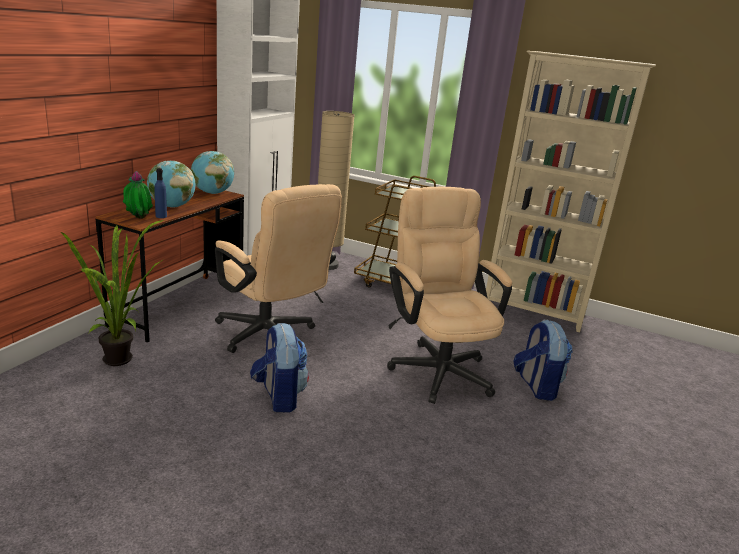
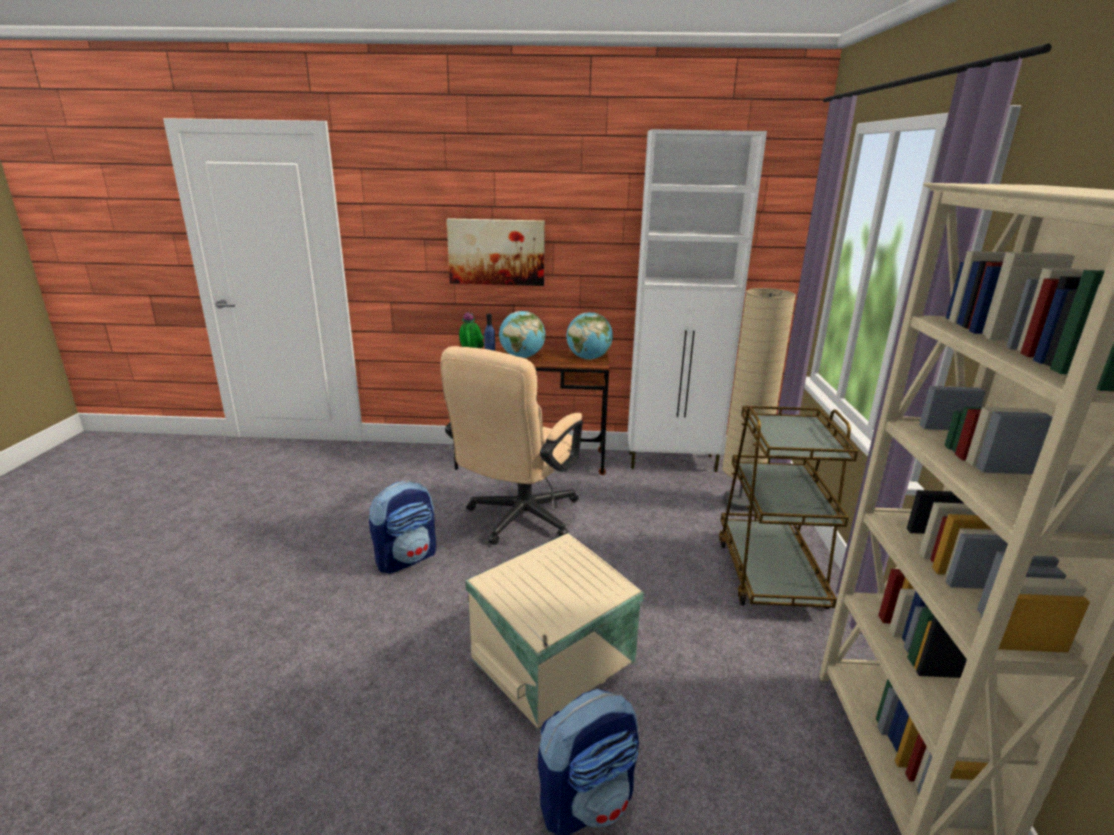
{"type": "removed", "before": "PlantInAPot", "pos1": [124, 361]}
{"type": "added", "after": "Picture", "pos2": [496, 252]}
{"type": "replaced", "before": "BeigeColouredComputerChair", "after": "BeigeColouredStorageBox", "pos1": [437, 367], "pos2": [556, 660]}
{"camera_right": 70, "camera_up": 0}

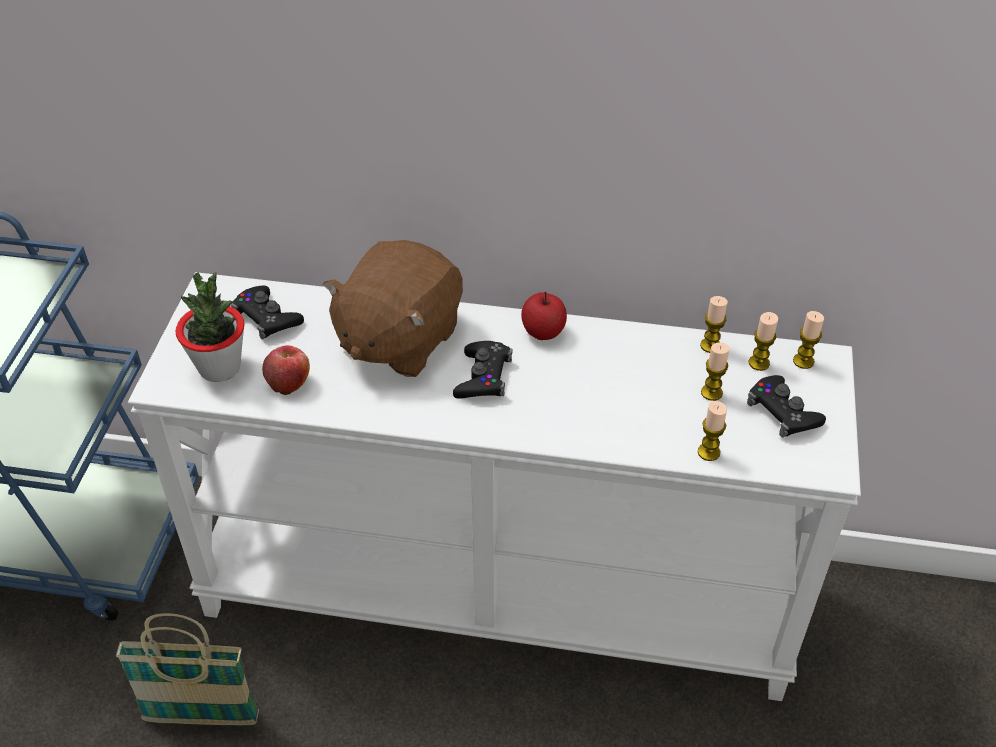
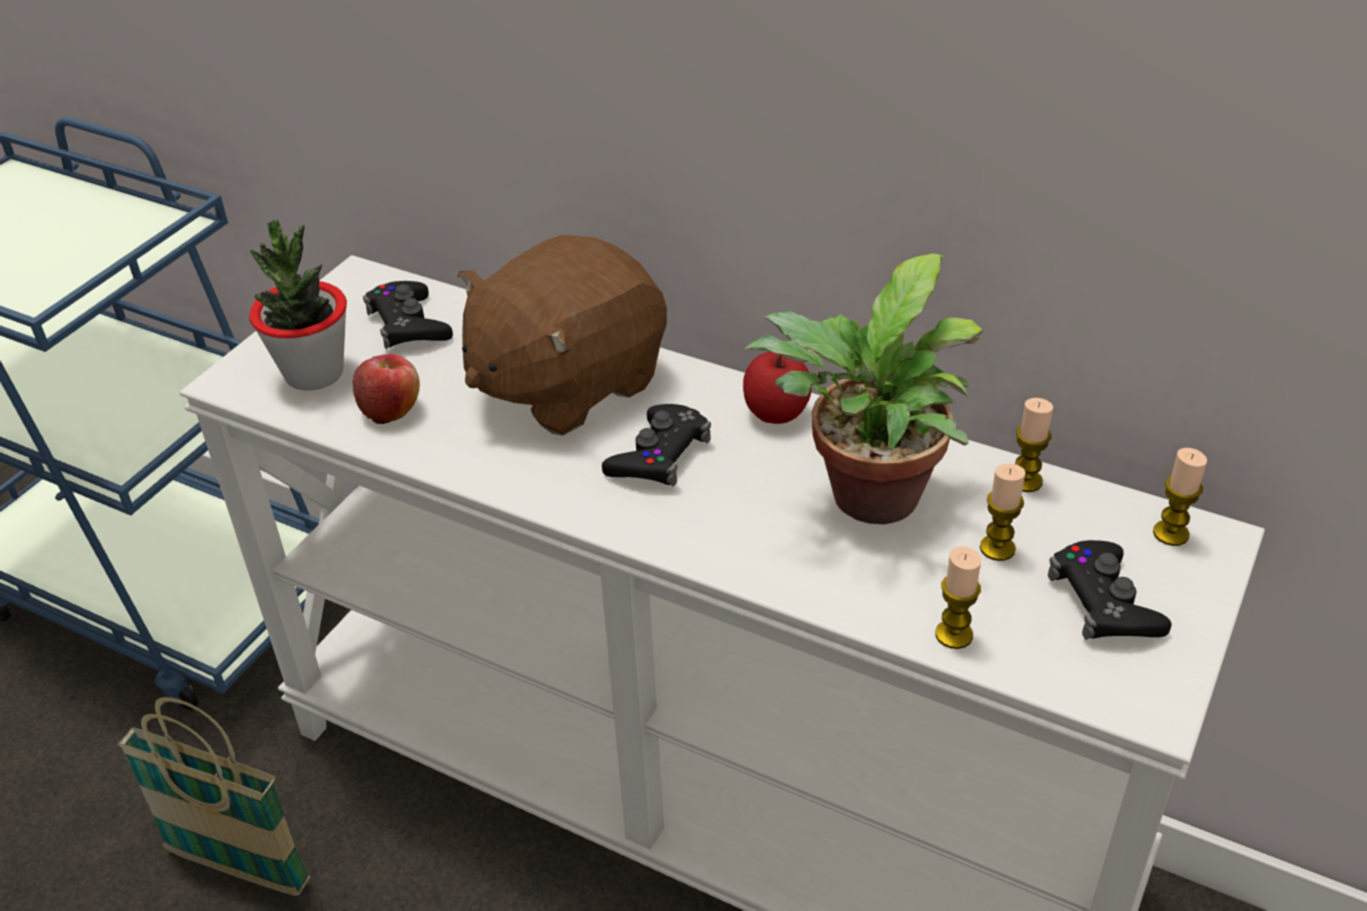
{"type": "removed", "before": "Candle", "pos1": [759, 363]}
{"type": "added", "after": "PlantInAPot", "pos2": [867, 502]}
{"camera_right": 20, "camera_up": -5}

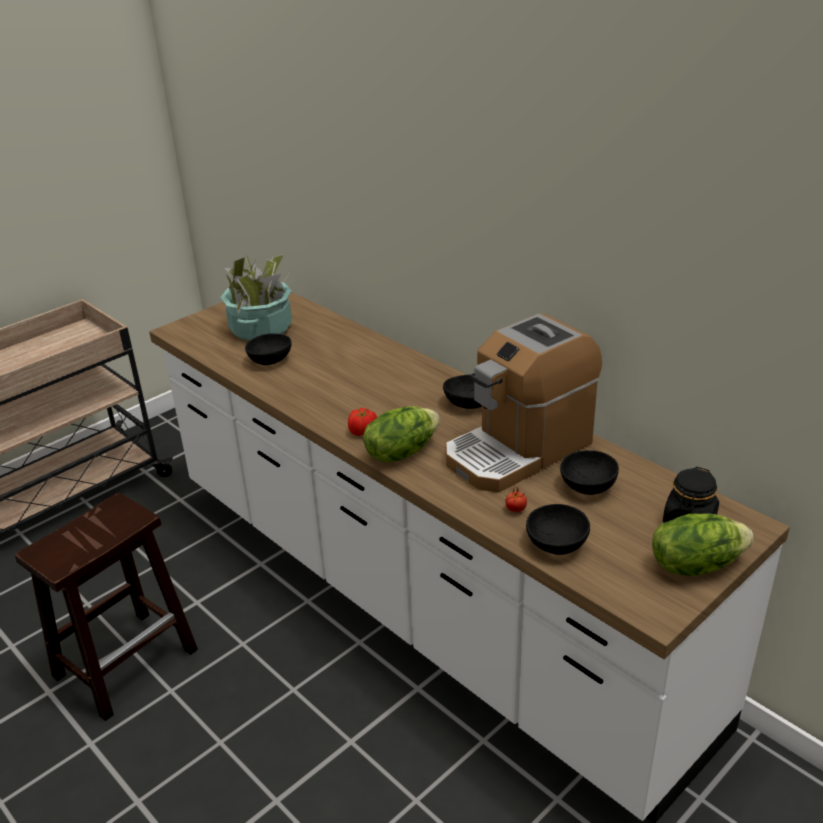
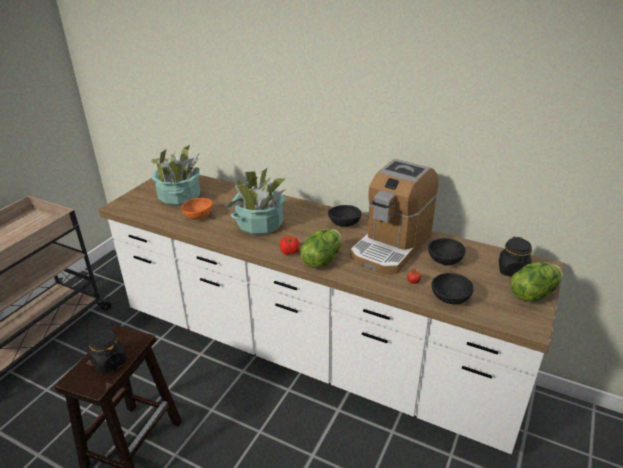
{"type": "added", "after": "BlackStorageJar", "pos2": [109, 362]}
{"type": "added", "after": "PlantInAPot", "pos2": [260, 224]}
{"type": "recoloured", "before": "BlackServingBowl", "after": "OrangeServingBowl", "pos1": [269, 360], "pos2": [197, 216]}
{"camera_right": -20, "camera_up": 0}

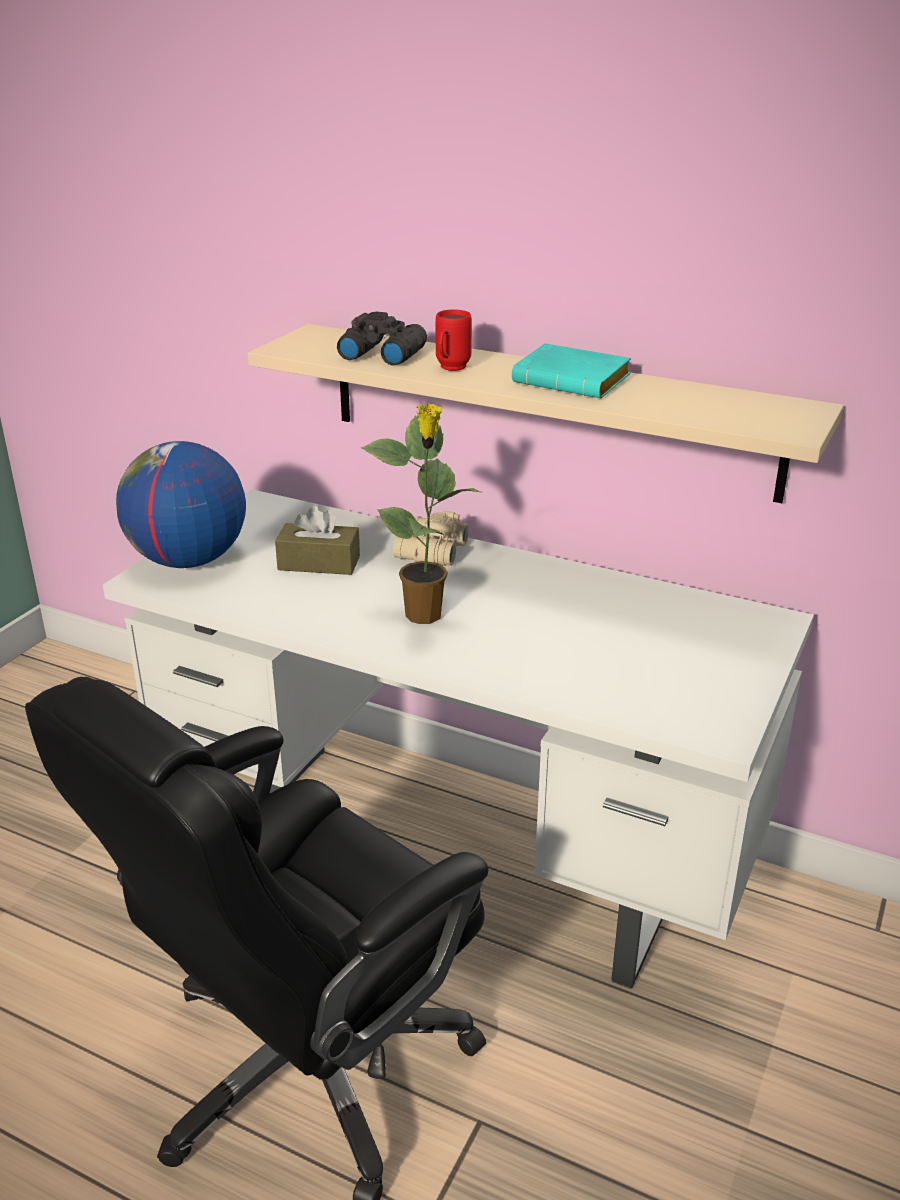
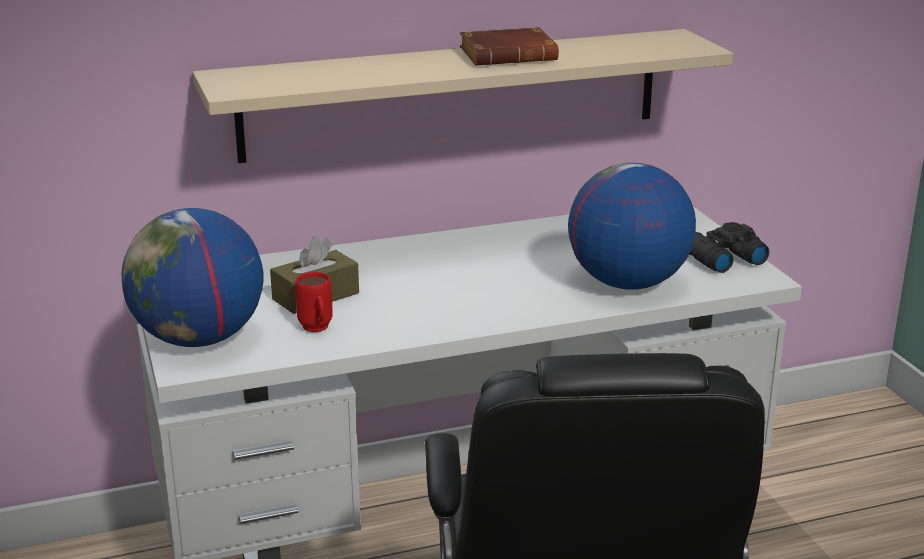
{"type": "removed", "before": "PlantInAPot", "pos1": [425, 616]}
{"type": "removed", "before": "BeigeColouredBinoculars", "pos1": [429, 552]}
{"type": "added", "after": "Globe", "pos2": [627, 283]}
{"type": "moved", "before": "BlackBinoculars", "pos1": [382, 354], "pos2": [721, 258]}
{"type": "moved", "before": "RedCoffeeMug", "pos1": [450, 369], "pos2": [317, 330]}
{"type": "recoloured", "before": "TurquoiseVolume", "after": "BrownColouredVolume", "pos1": [575, 381], "pos2": [510, 56]}
{"camera_right": -45, "camera_up": -5}

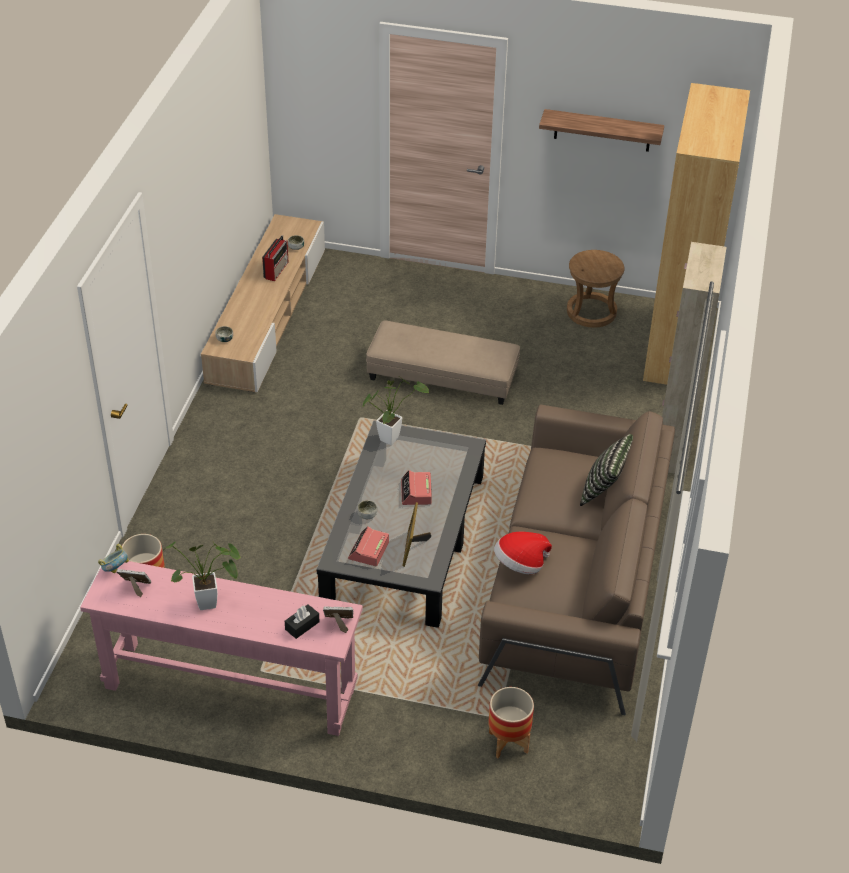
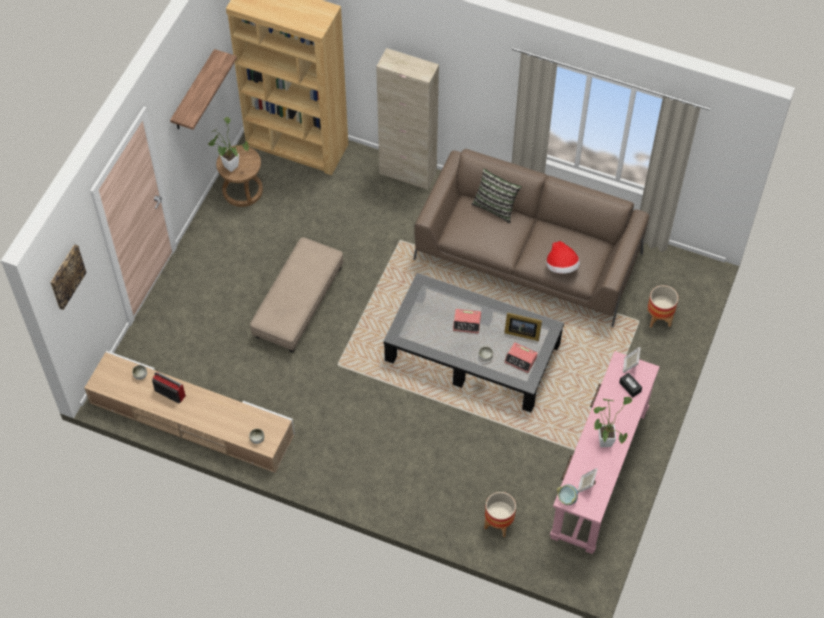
{"type": "added", "after": "Picture", "pos2": [66, 276]}
{"type": "moved", "before": "PlantInAPot", "pos1": [392, 437], "pos2": [229, 165]}
{"camera_right": -80, "camera_up": 15}

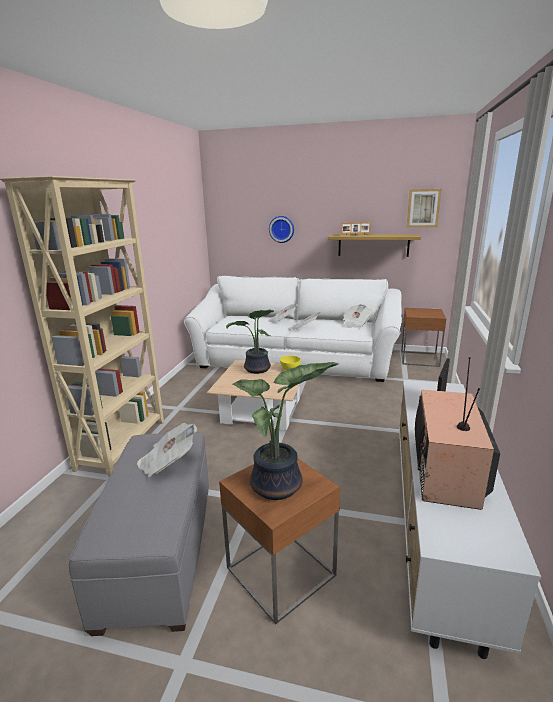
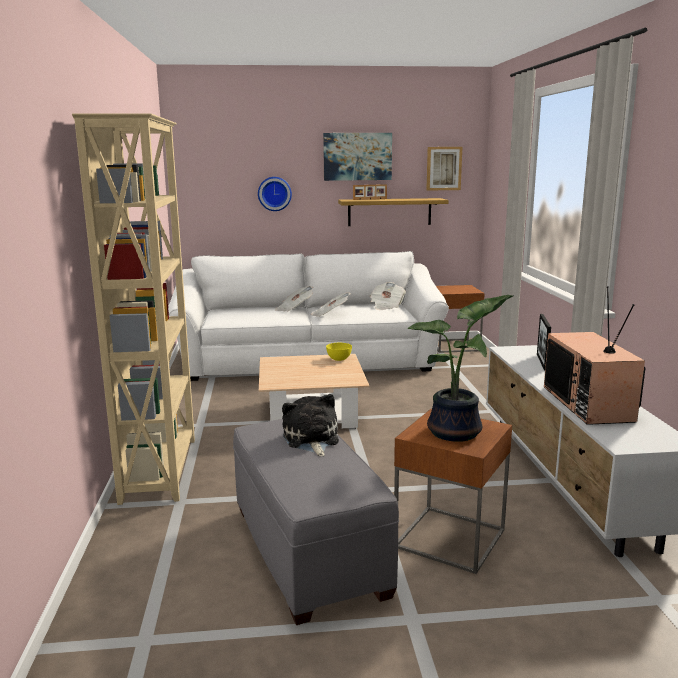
{"type": "removed", "before": "PlantInAPot", "pos1": [257, 370]}
{"type": "added", "after": "Picture", "pos2": [357, 156]}
{"type": "replaced", "before": "Newspaper", "after": "CuddlyToy", "pos1": [168, 462], "pos2": [311, 440]}
{"camera_right": -20, "camera_up": -5}

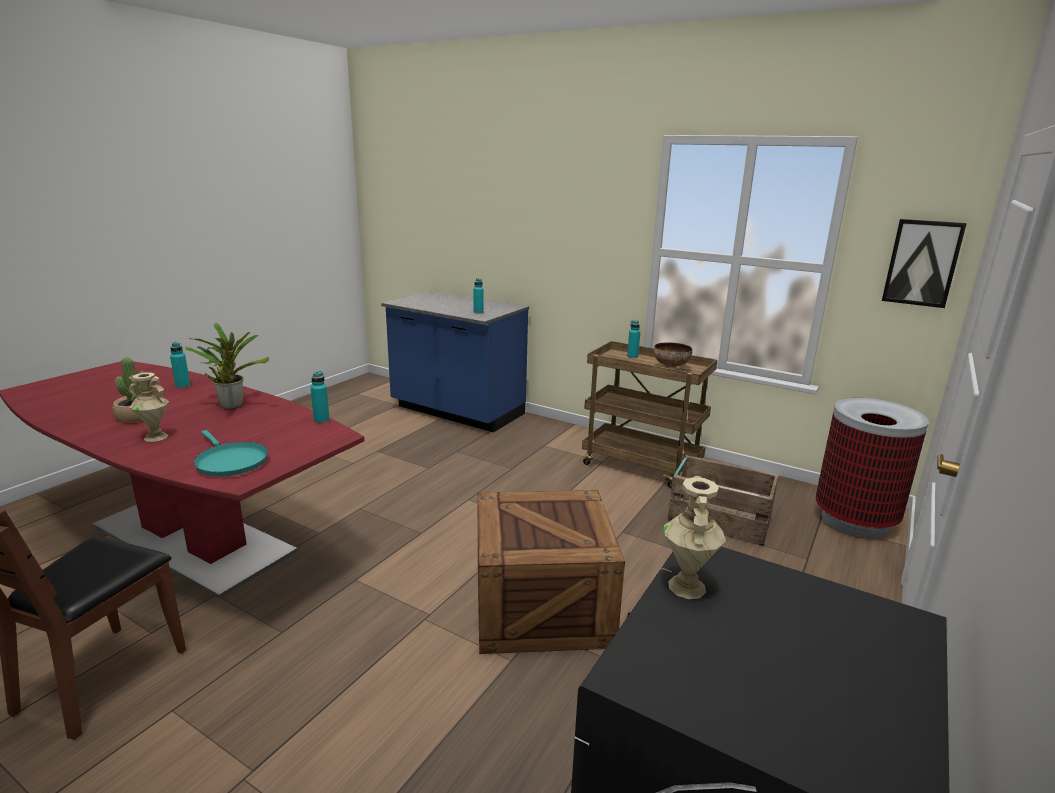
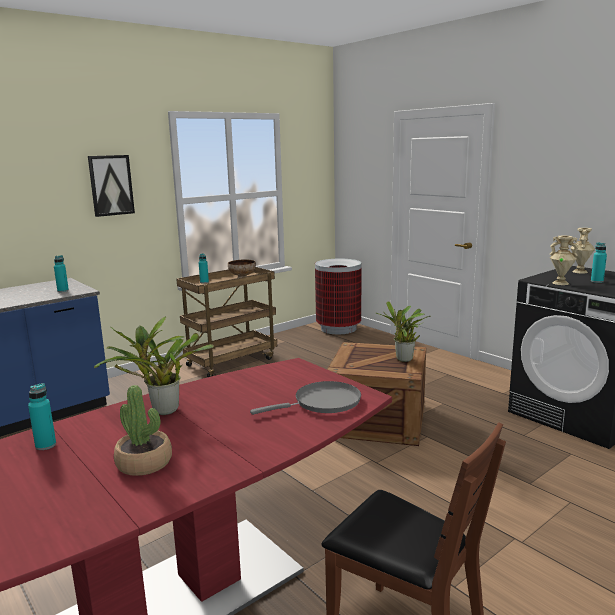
{"type": "removed", "before": "PackingCrate", "pos1": [717, 519]}
{"type": "added", "after": "PlantInAPot", "pos2": [403, 360]}
{"type": "moved", "before": "BeigeColouredDecorativeVase", "pos1": [156, 437], "pos2": [579, 271]}
{"type": "moved", "before": "TurquoiseBottle", "pos1": [321, 420], "pos2": [597, 281]}
{"type": "moved", "before": "Picture", "pos1": [922, 263], "pos2": [111, 185]}
{"type": "recoloured", "before": "TurquoisePan", "after": "GrayPan", "pos1": [230, 461], "pos2": [323, 402]}
{"camera_right": -70, "camera_up": -5}

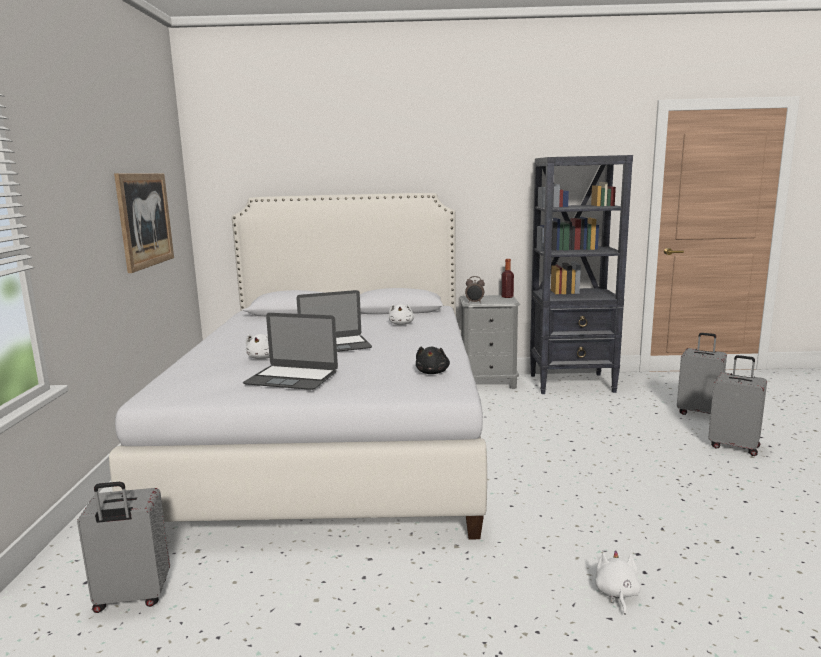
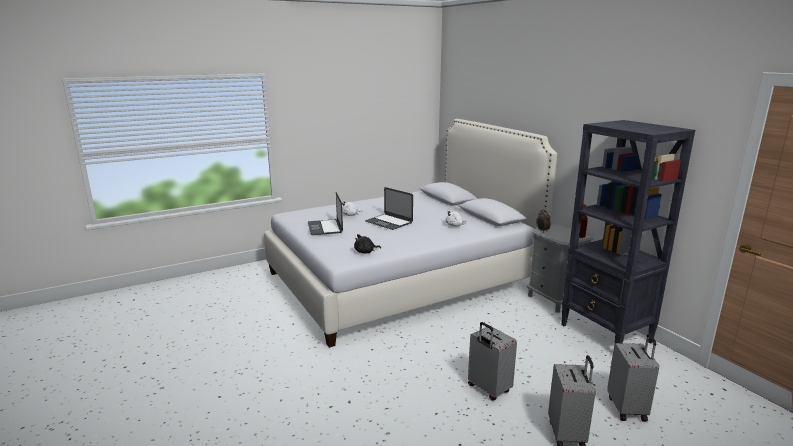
{"type": "removed", "before": "Picture", "pos1": [145, 220]}
{"type": "removed", "before": "WhiteColouredCuddlyToy", "pos1": [616, 594]}
{"type": "moved", "before": "GrayPieceOfLuggage", "pos1": [132, 597], "pos2": [488, 389]}
{"camera_right": 60, "camera_up": 5}

